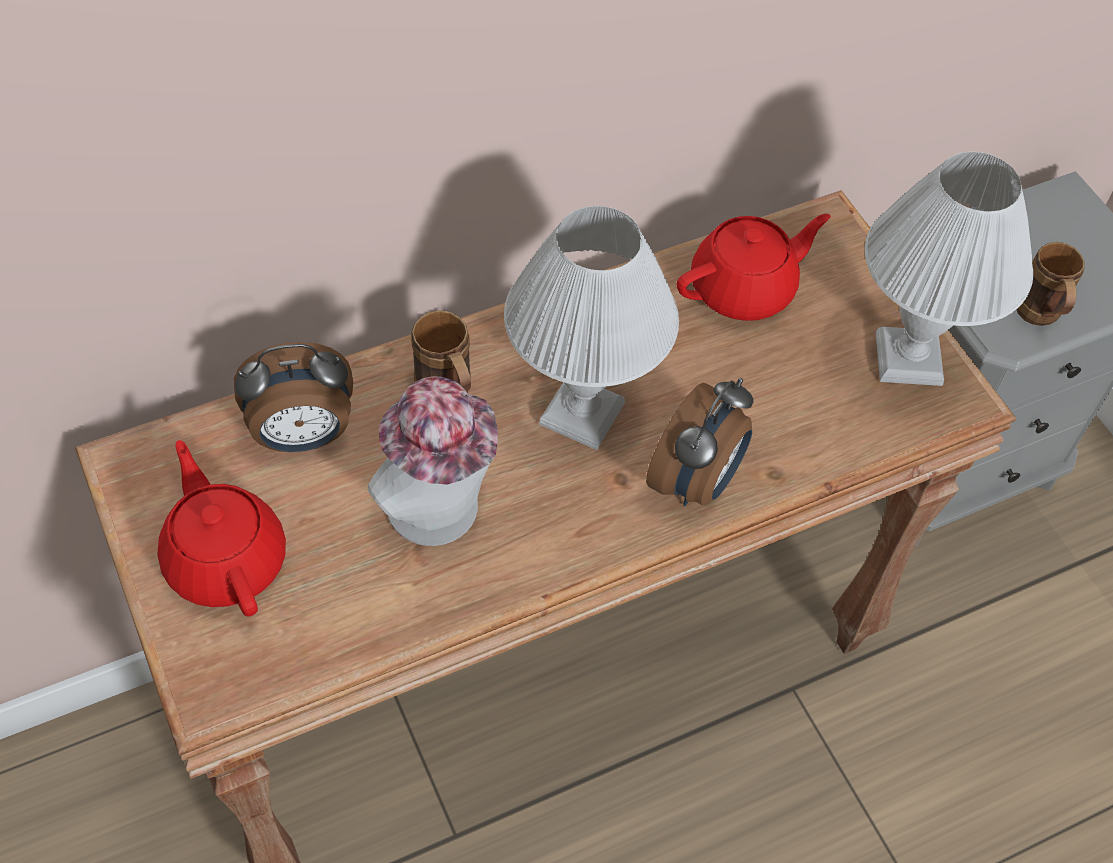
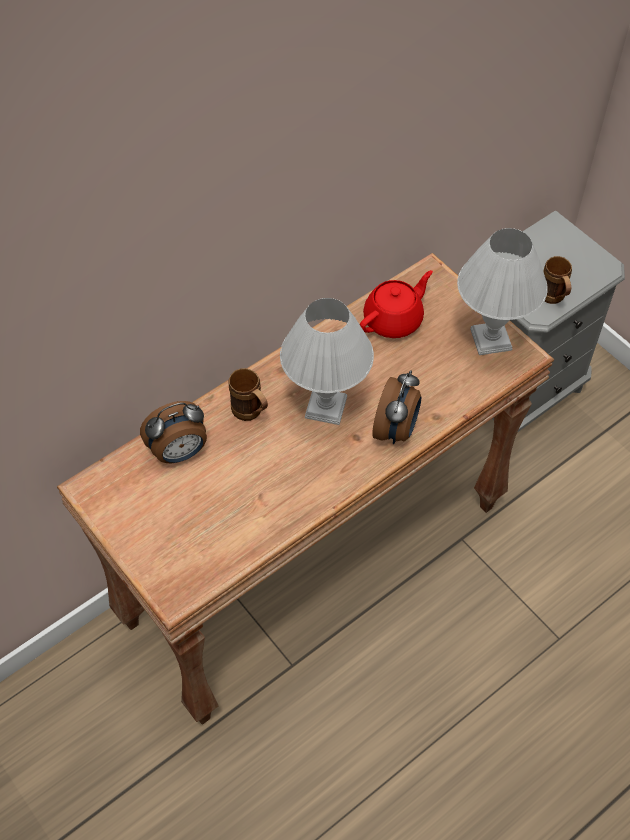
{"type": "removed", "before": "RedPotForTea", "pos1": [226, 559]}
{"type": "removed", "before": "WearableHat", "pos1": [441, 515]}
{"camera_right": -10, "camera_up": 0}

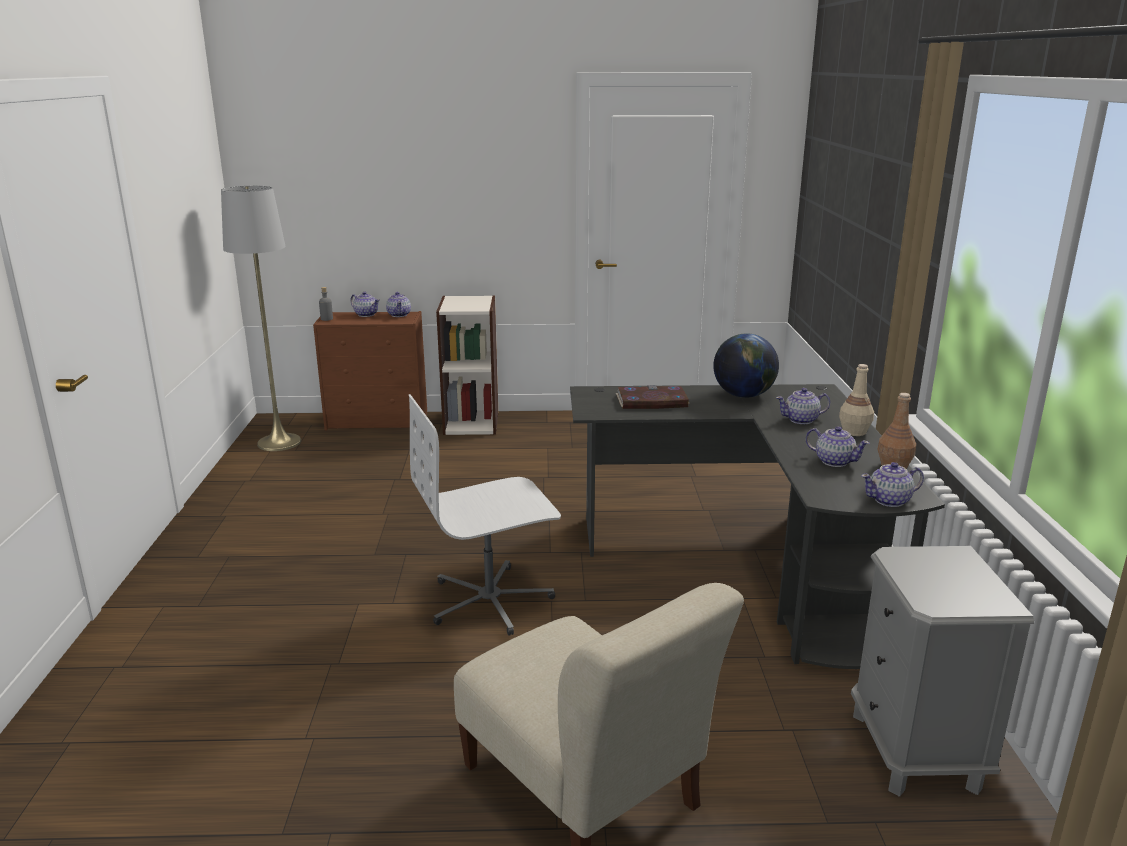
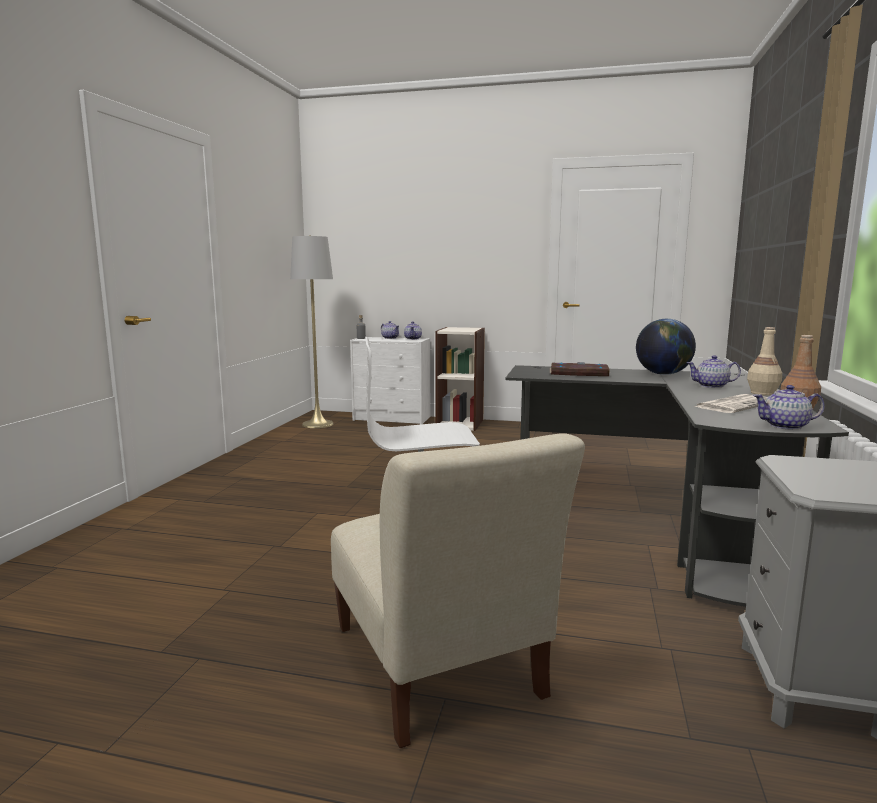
{"type": "replaced", "before": "PotForTea", "after": "Newspaper", "pos1": [834, 461], "pos2": [735, 405]}
{"type": "recoloured", "before": "BrownColouredChestOfDrawers", "after": "WhiteColouredChestOfDrawers", "pos1": [378, 421], "pos2": [393, 418]}
{"camera_right": 15, "camera_up": -10}

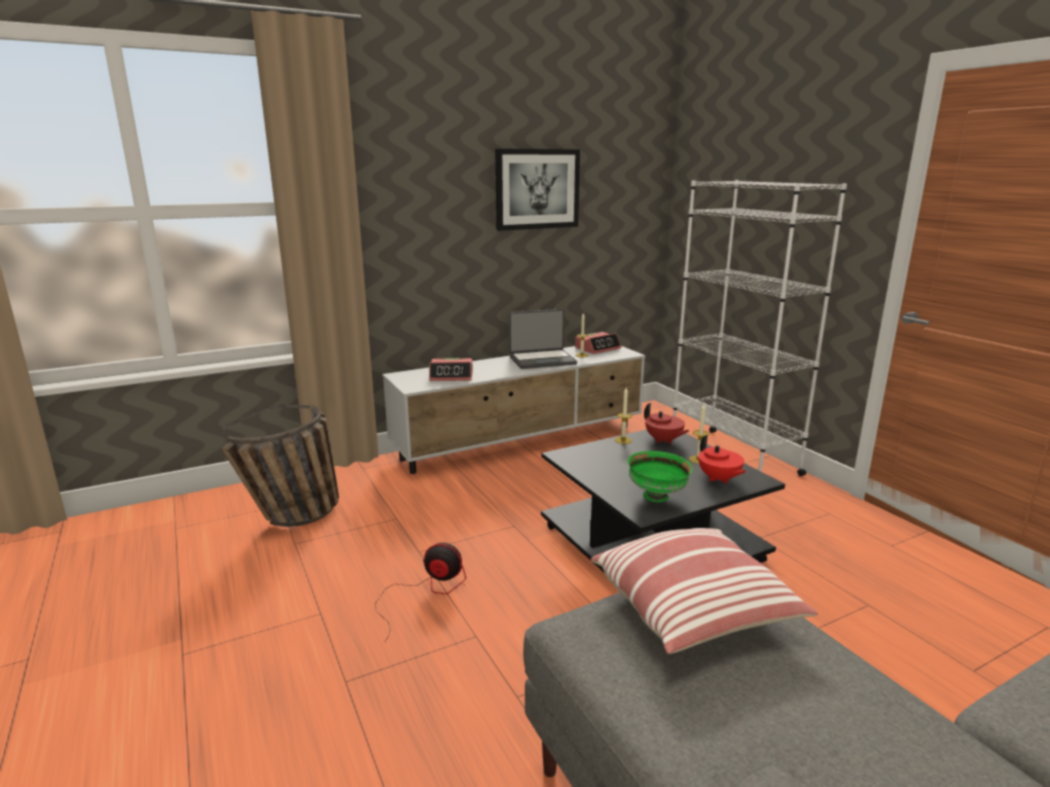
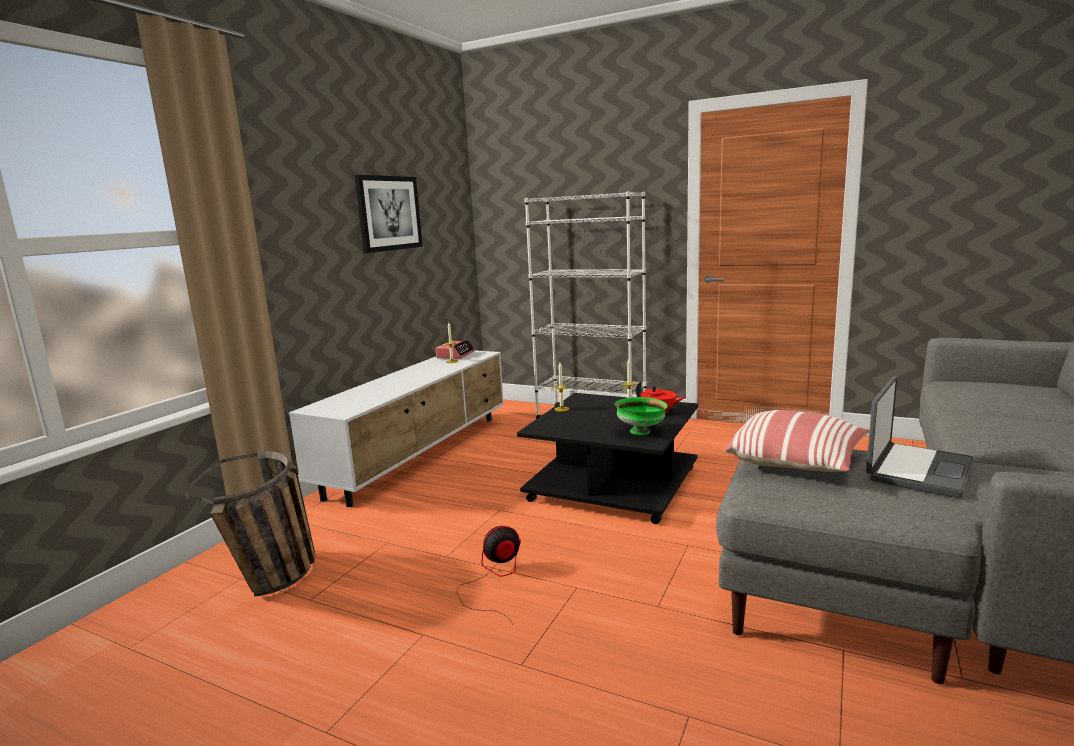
{"type": "removed", "before": "AlarmClock", "pos1": [451, 376]}
{"type": "removed", "before": "RedPotForTea", "pos1": [663, 441]}
{"type": "moved", "before": "PortableComputer", "pos1": [542, 360], "pos2": [917, 470]}
{"camera_right": -35, "camera_up": -5}

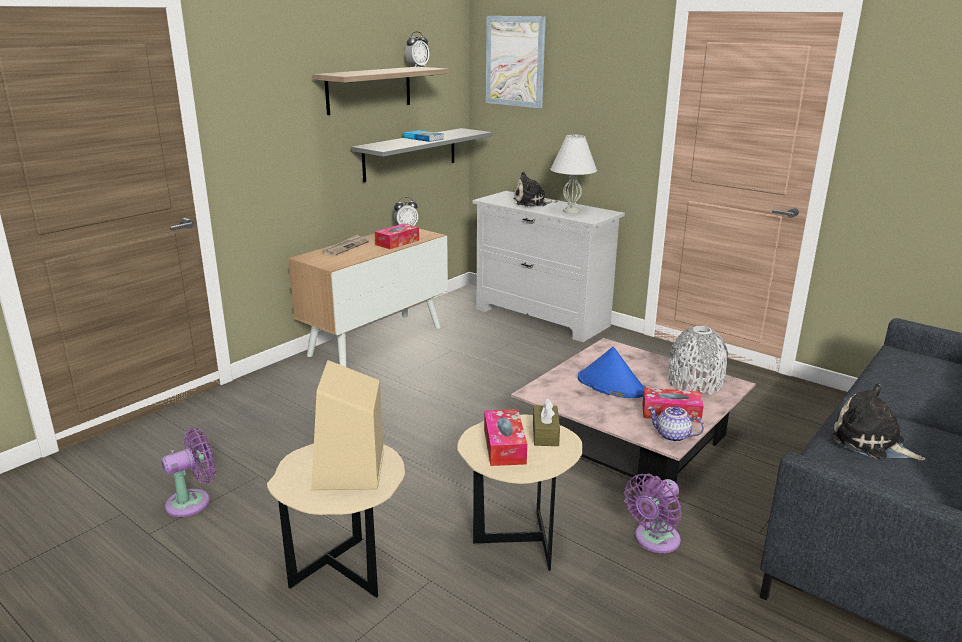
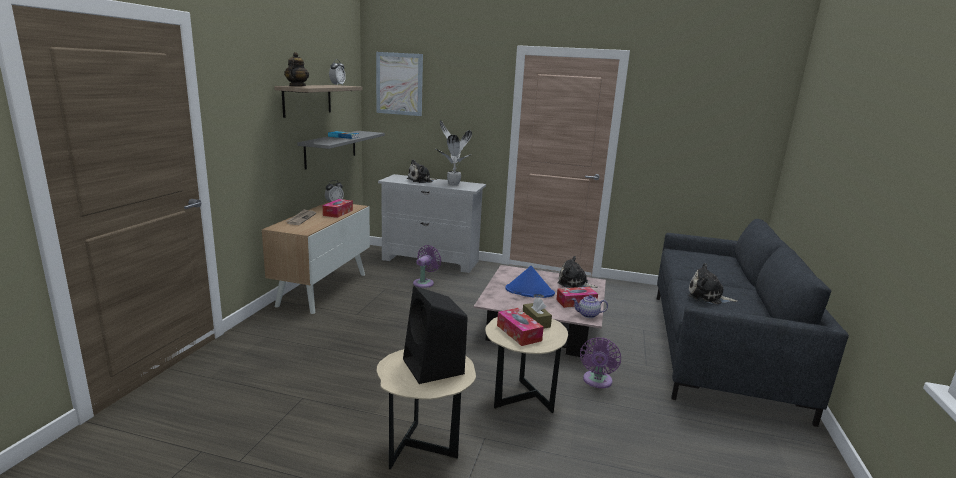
{"type": "added", "after": "PotForTea", "pos2": [297, 86]}
{"type": "moved", "before": "PurpleColouredFan", "pos1": [193, 502], "pos2": [425, 282]}
{"type": "replaced", "before": "WhiteColouredTabletopLamp", "after": "PlantInAPot", "pos1": [571, 211], "pos2": [452, 184]}
{"type": "replaced", "before": "GrayDecorativeVase", "after": "CuddlyToy", "pos1": [695, 383], "pos2": [574, 284]}
{"type": "recoloured", "before": "BeigeColouredAudioSpeaker", "after": "BlackAudioSpeaker", "pos1": [349, 472], "pos2": [434, 367]}
{"camera_right": -25, "camera_up": -5}

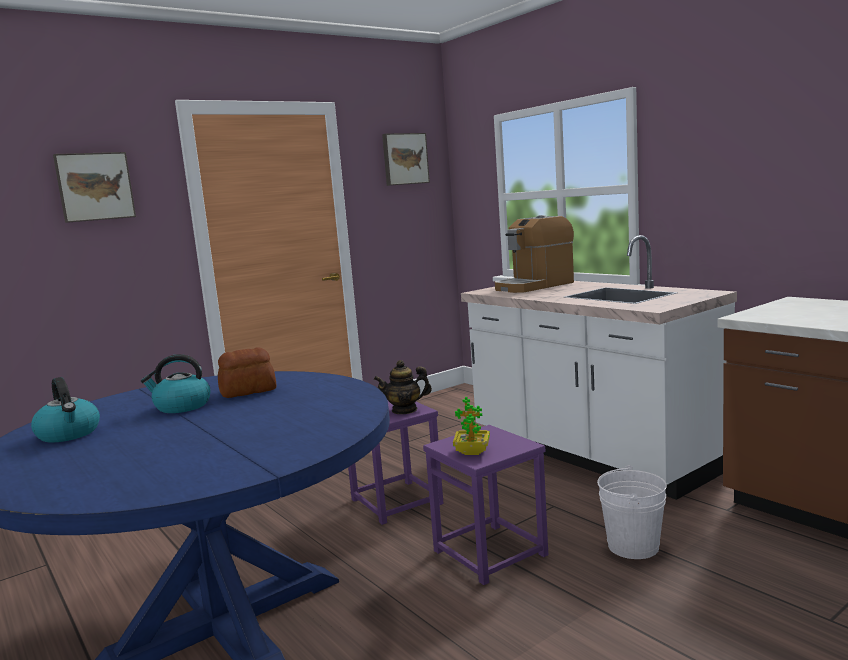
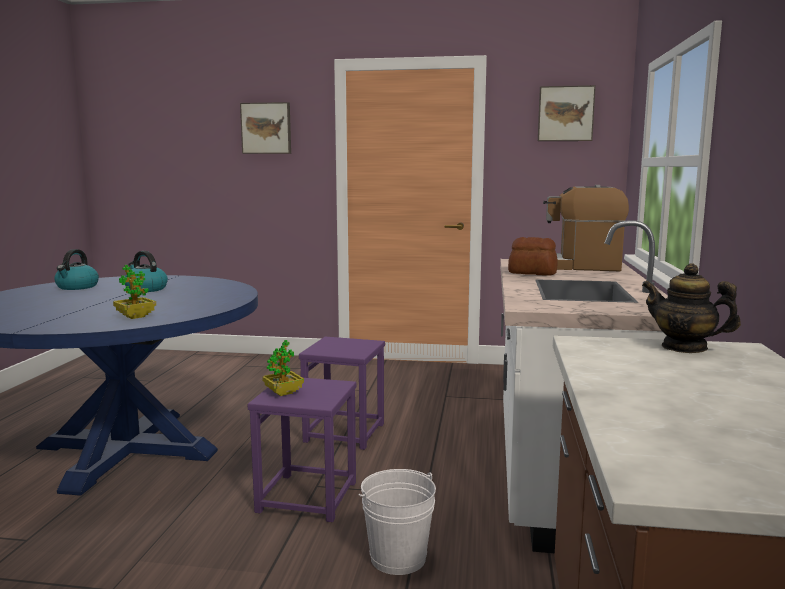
{"type": "added", "after": "PlantInAPot", "pos2": [135, 316]}
{"type": "moved", "before": "BakeryBread", "pos1": [247, 391], "pos2": [532, 273]}
{"type": "moved", "before": "PotForTea", "pos1": [404, 410], "pos2": [684, 347]}
{"camera_right": 45, "camera_up": 0}

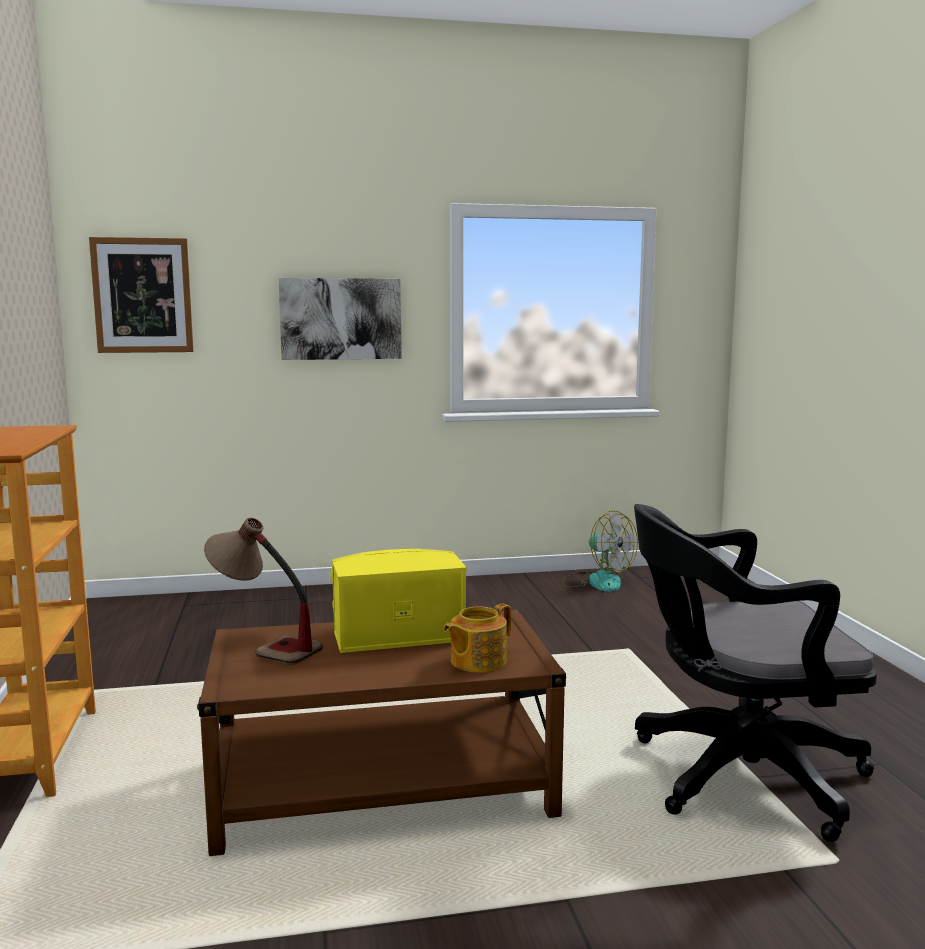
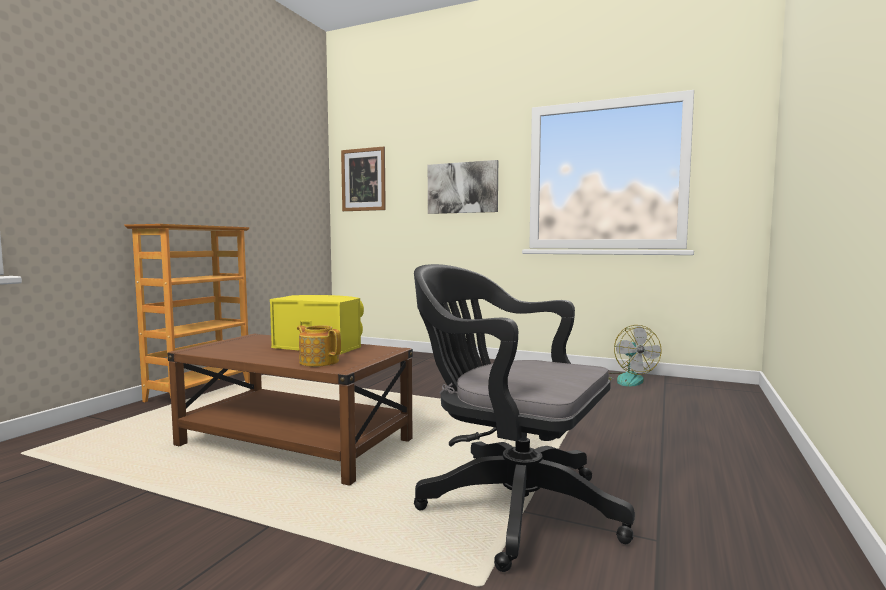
{"type": "removed", "before": "TabletopLamp", "pos1": [263, 647]}
{"type": "turned", "before": "PotForTea", "pos1": [477, 661], "pos2": [319, 361], "turn": 45}
{"camera_right": 35, "camera_up": -5}

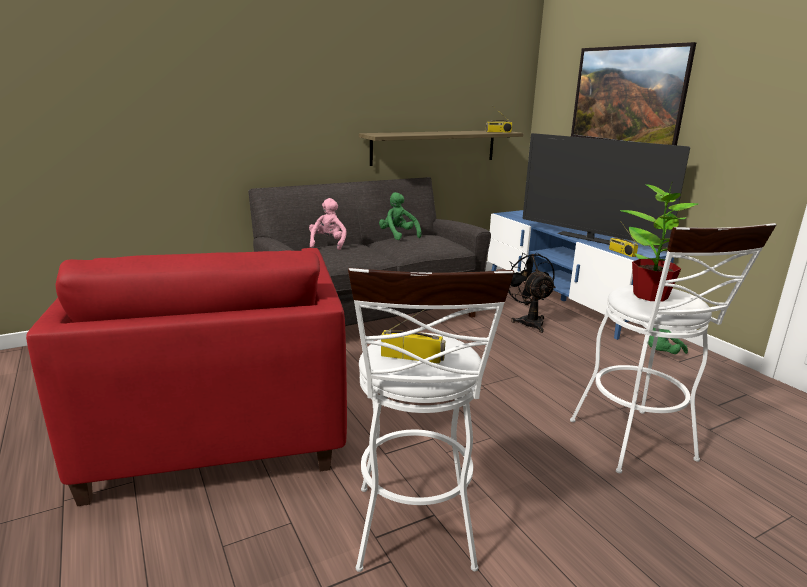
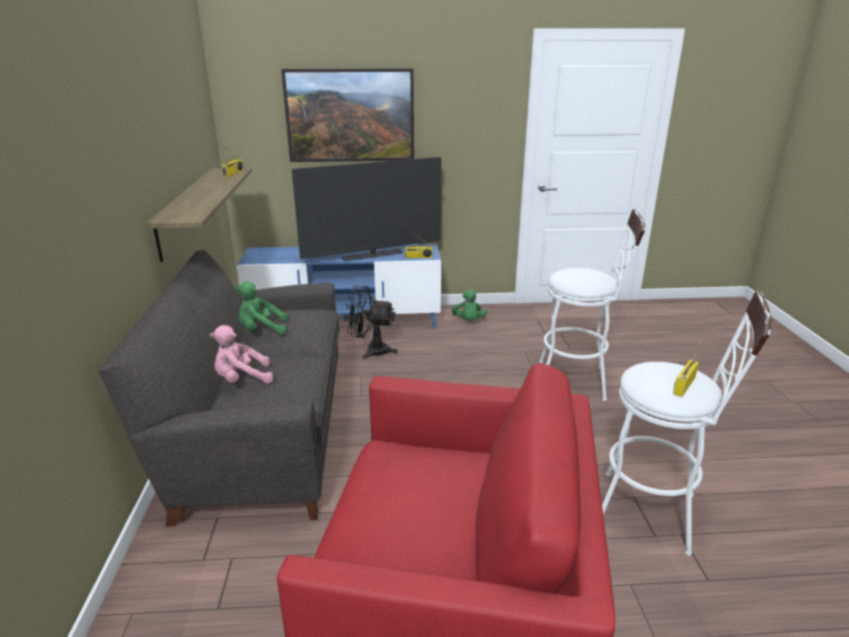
{"type": "removed", "before": "PlantInAPot", "pos1": [651, 296]}
{"type": "turned", "before": "PinkishCuddlyToy", "pos1": [328, 244], "pos2": [242, 379], "turn": -45}
{"camera_right": -65, "camera_up": 5}

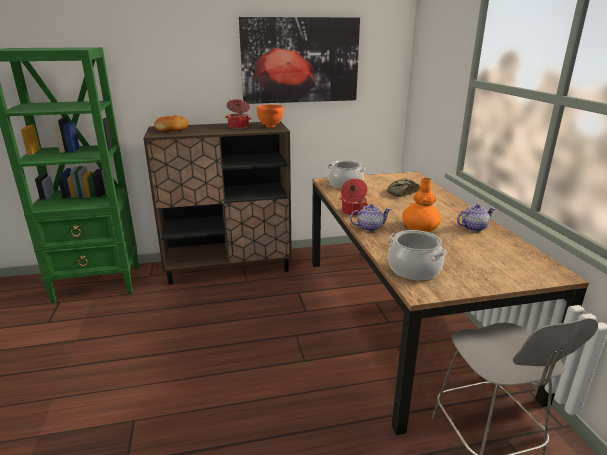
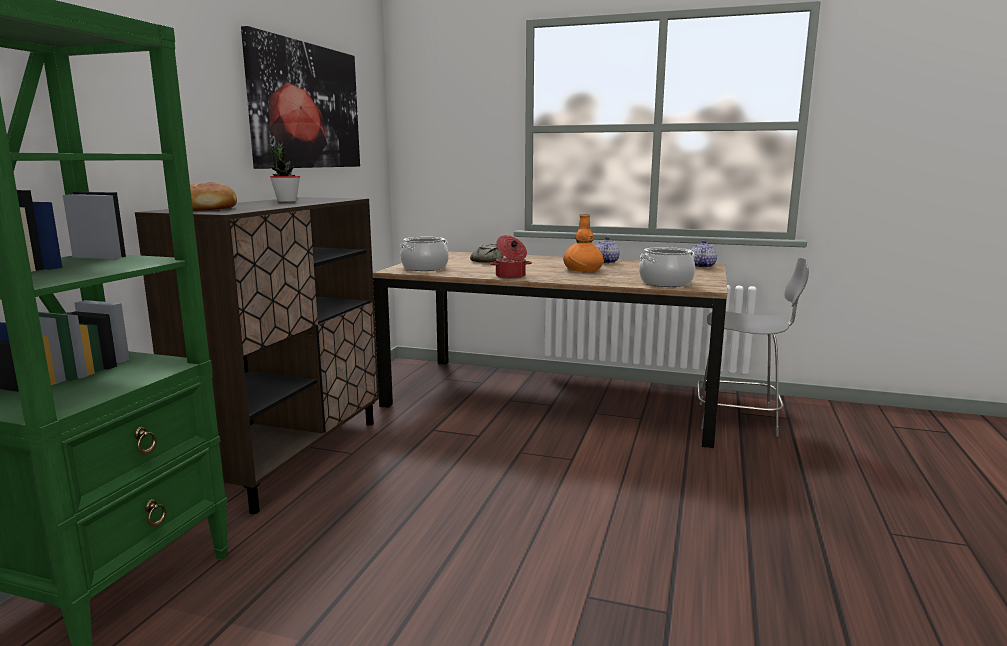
{"type": "removed", "before": "OrangeServingBowl", "pos1": [270, 126]}
{"type": "moved", "before": "PotForTea", "pos1": [370, 227], "pos2": [701, 266]}
{"type": "replaced", "before": "CookingPot", "after": "PlantInAPot", "pos1": [239, 127], "pos2": [286, 201]}
{"camera_right": -60, "camera_up": -10}

